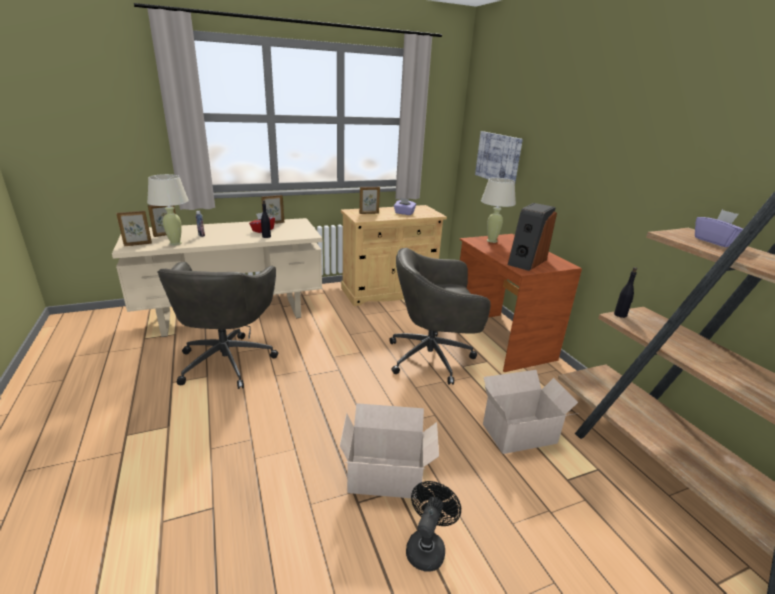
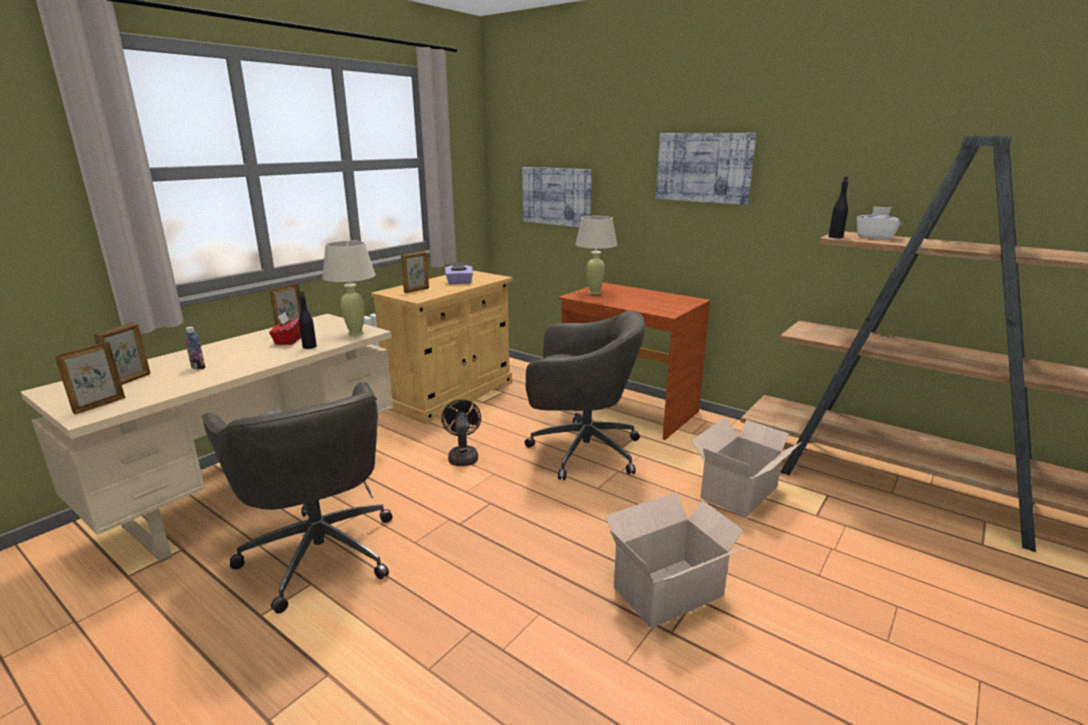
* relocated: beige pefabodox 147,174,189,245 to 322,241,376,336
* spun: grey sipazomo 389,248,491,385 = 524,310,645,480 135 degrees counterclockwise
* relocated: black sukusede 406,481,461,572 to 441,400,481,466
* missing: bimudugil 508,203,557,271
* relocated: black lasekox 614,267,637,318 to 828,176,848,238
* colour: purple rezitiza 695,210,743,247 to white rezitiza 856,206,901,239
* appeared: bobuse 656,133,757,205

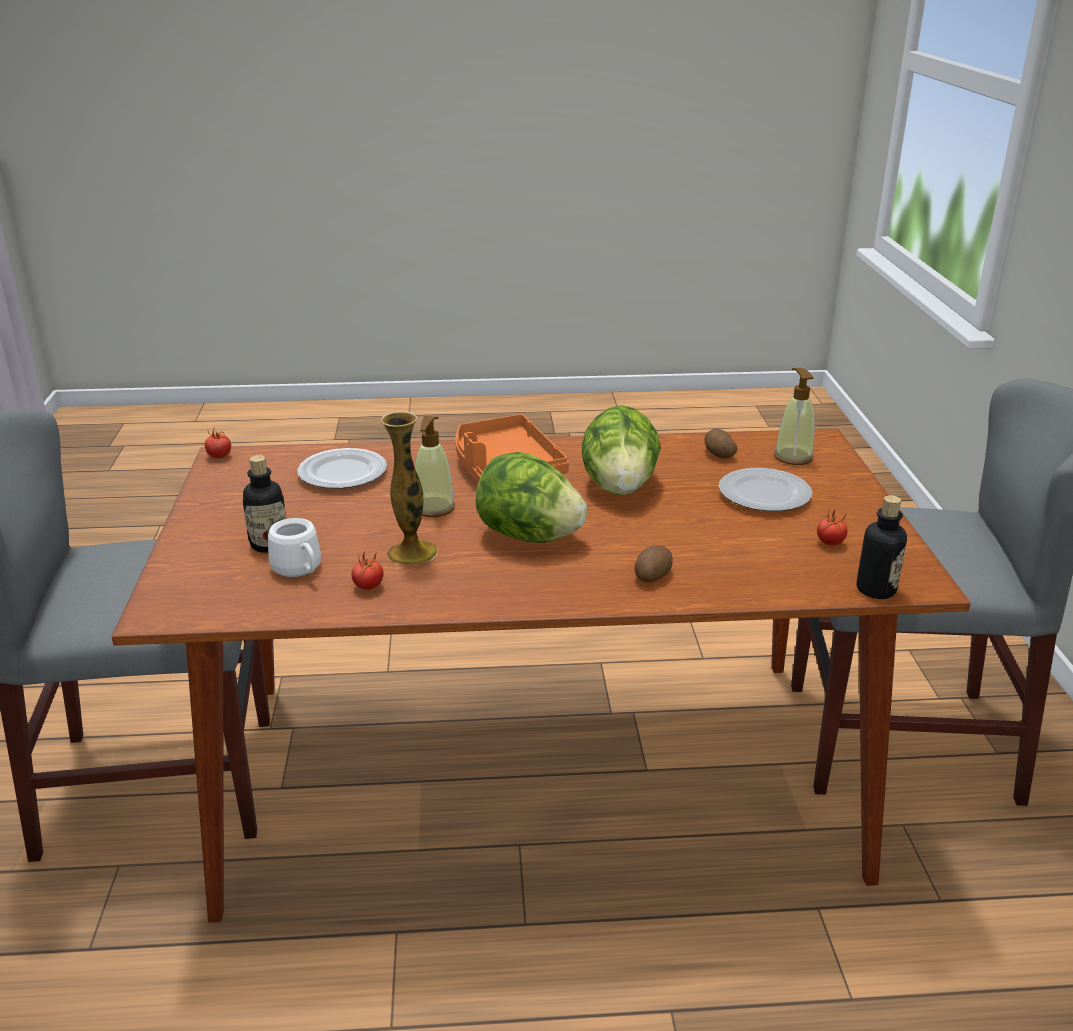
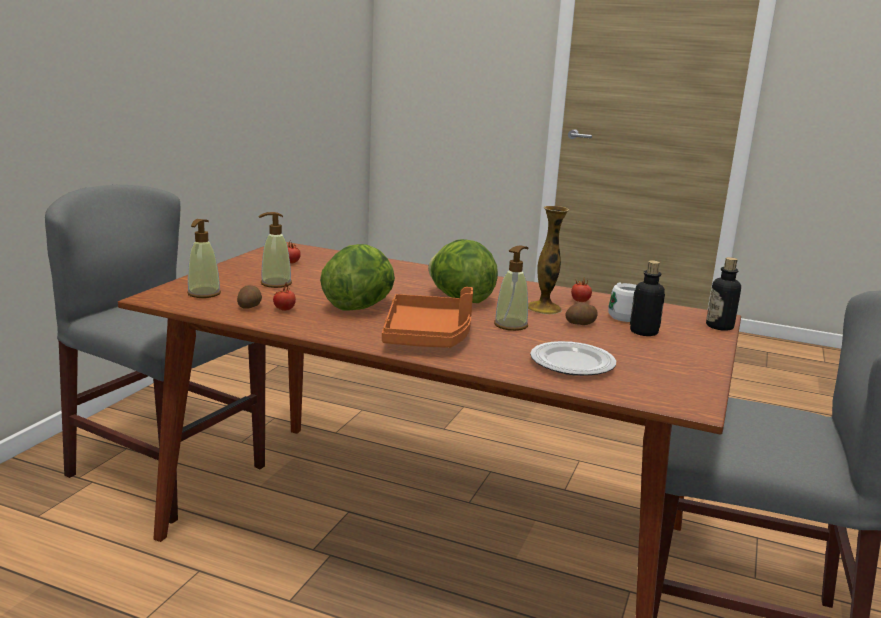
* relocated: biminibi 205,429,231,458 to 273,282,296,311
* relocated: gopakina 634,545,673,582 to 566,302,598,325
* exchanged: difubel 719,468,813,511 to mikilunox 258,212,292,288
* relocated: lasekox 857,495,907,599 to 706,257,741,331

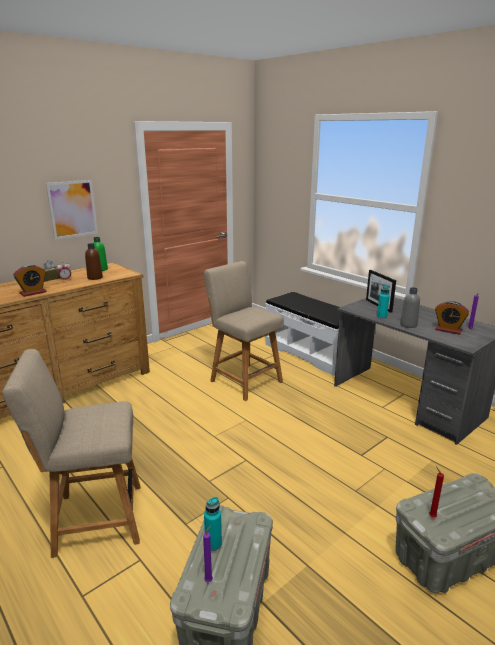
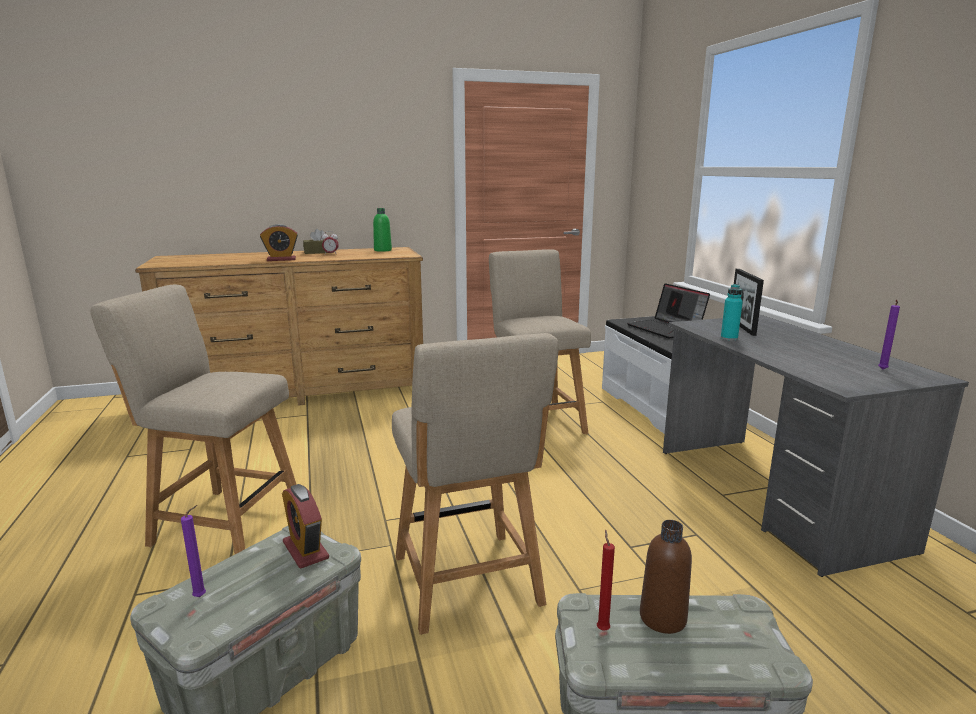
* missing: bobuse 46,180,98,240
* relocated: brown lasekox 85,243,103,280 to 640,520,692,634
* missing: turquoise lasekox 204,497,222,551
* missing: grey lasekox 400,287,420,328
* relocated: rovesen 435,301,469,335 to 282,484,329,569
* appeared: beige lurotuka 392,333,559,635
* appeared: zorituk 627,283,710,338

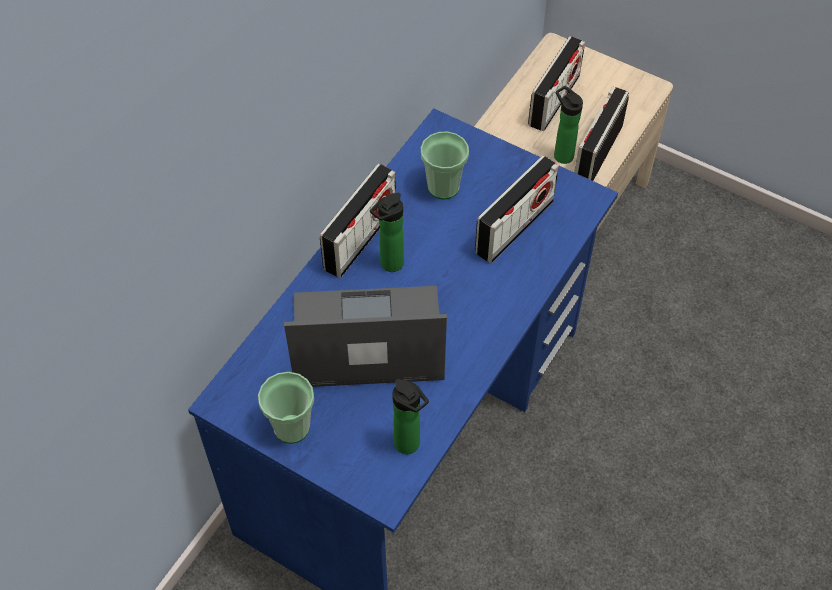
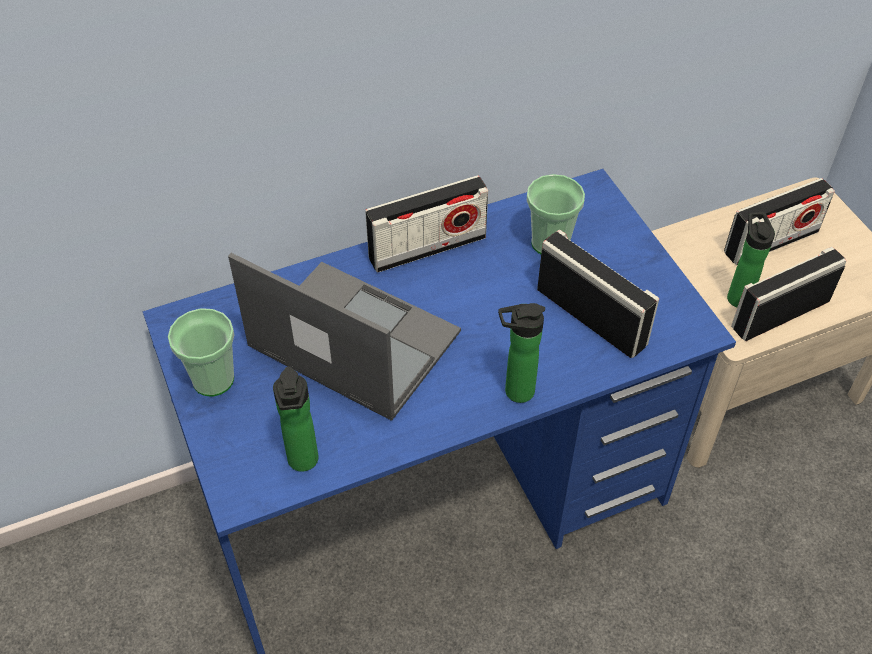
* relocated: lasekox 370,193,404,272 to 498,303,545,403
* spun: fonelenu 475,156,559,263 = 537,230,659,358 120 degrees counterclockwise

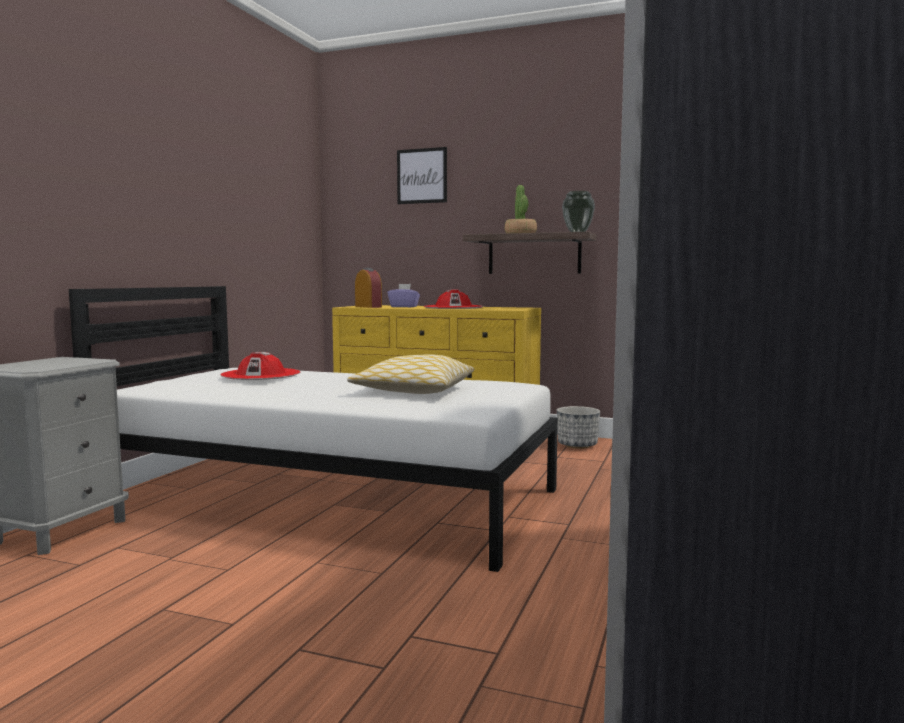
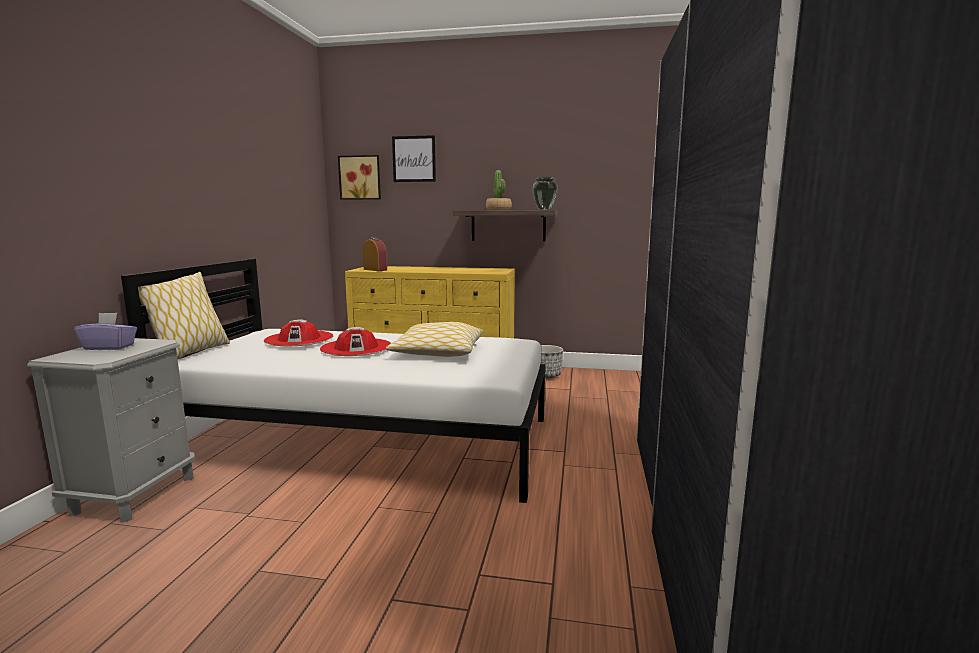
* relocated: purple rezitiza 388,284,420,307 to 74,313,137,350
* relocated: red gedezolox 424,289,484,309 to 320,327,391,356
* appeared: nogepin 138,272,230,359
* appeared: bobuse 338,155,381,200

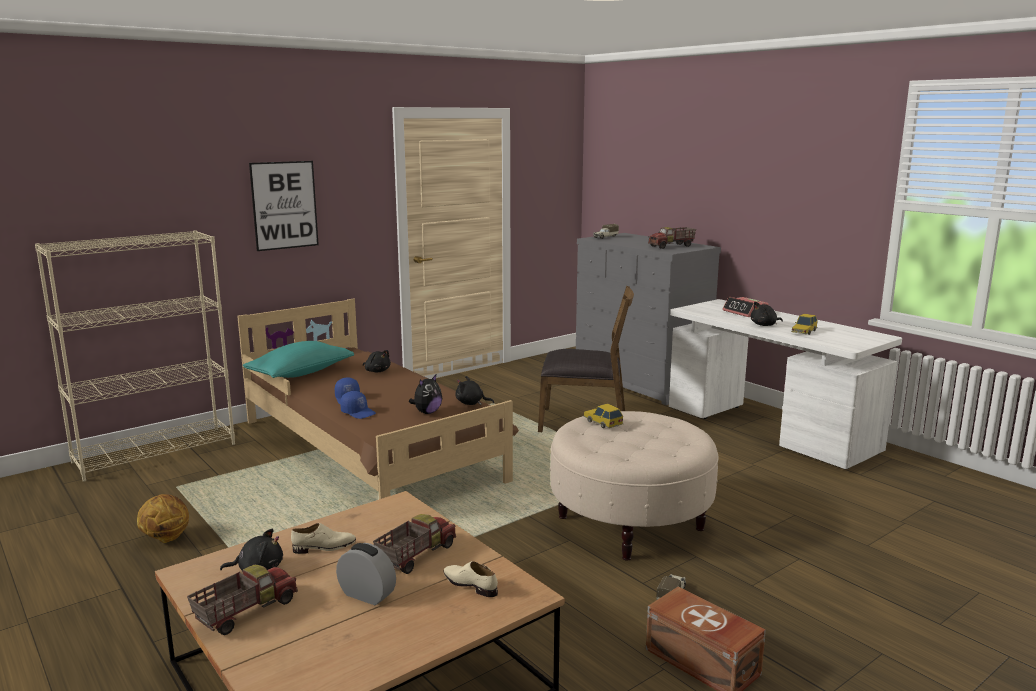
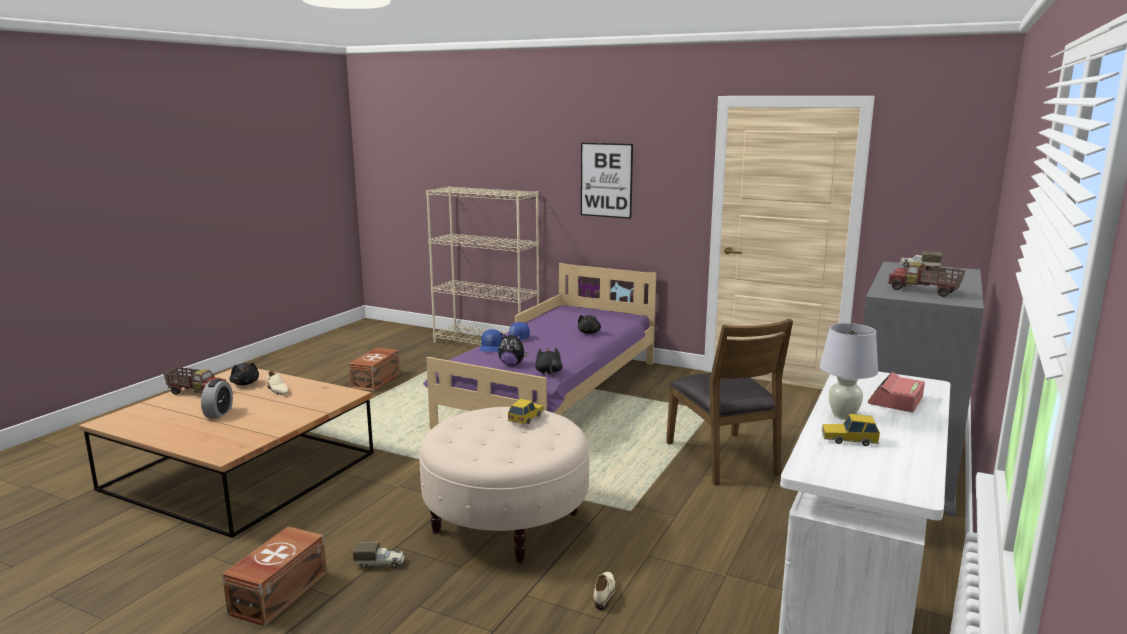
* exchanged: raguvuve 137,494,189,543 to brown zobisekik 349,348,400,391
* colour: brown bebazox 237,298,519,499 to purple bebazox 423,263,656,429
* missing: turquoise nogepin 243,341,354,378
* missing: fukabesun 373,514,456,574
* relocated: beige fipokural 443,561,498,597 to 594,572,615,610
* exchanged: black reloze 751,302,783,326 to white pefabodox 820,323,878,420

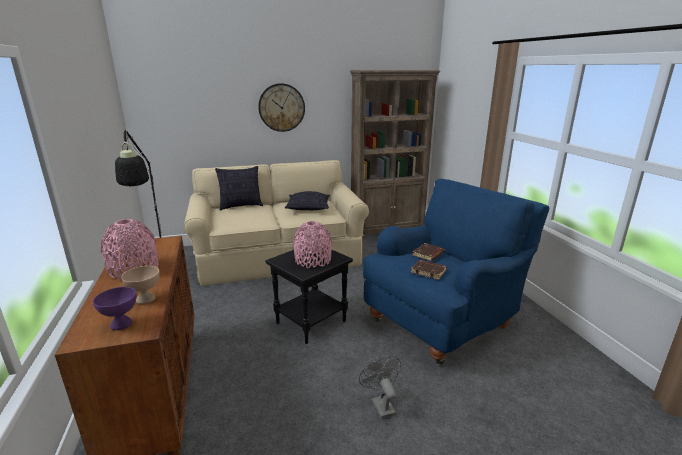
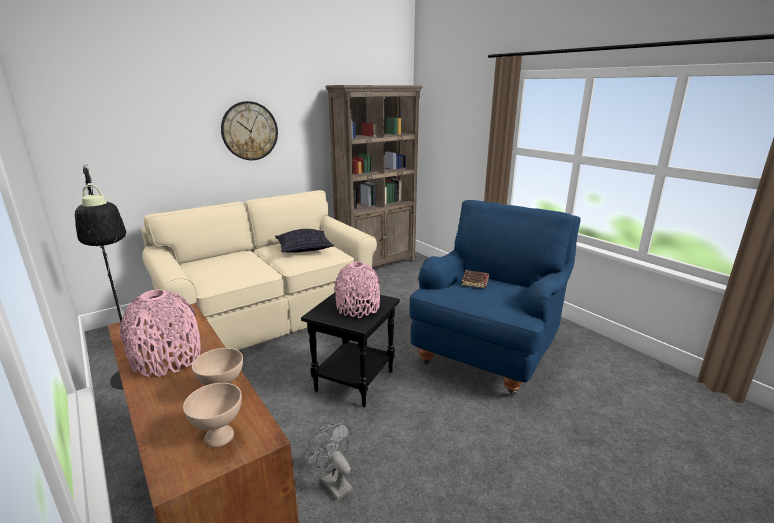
* colour: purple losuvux 93,287,136,330 to beige losuvux 183,383,242,447
* missing: nogepin 215,166,263,210
* relocated: grey sukusede 359,356,401,419 to 303,423,353,501
* missing: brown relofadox 411,260,447,280

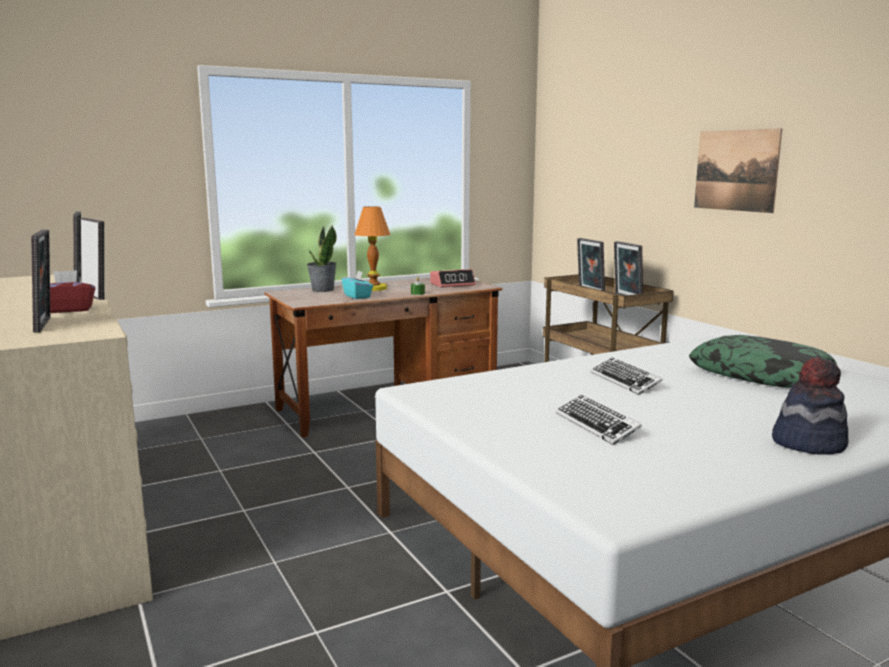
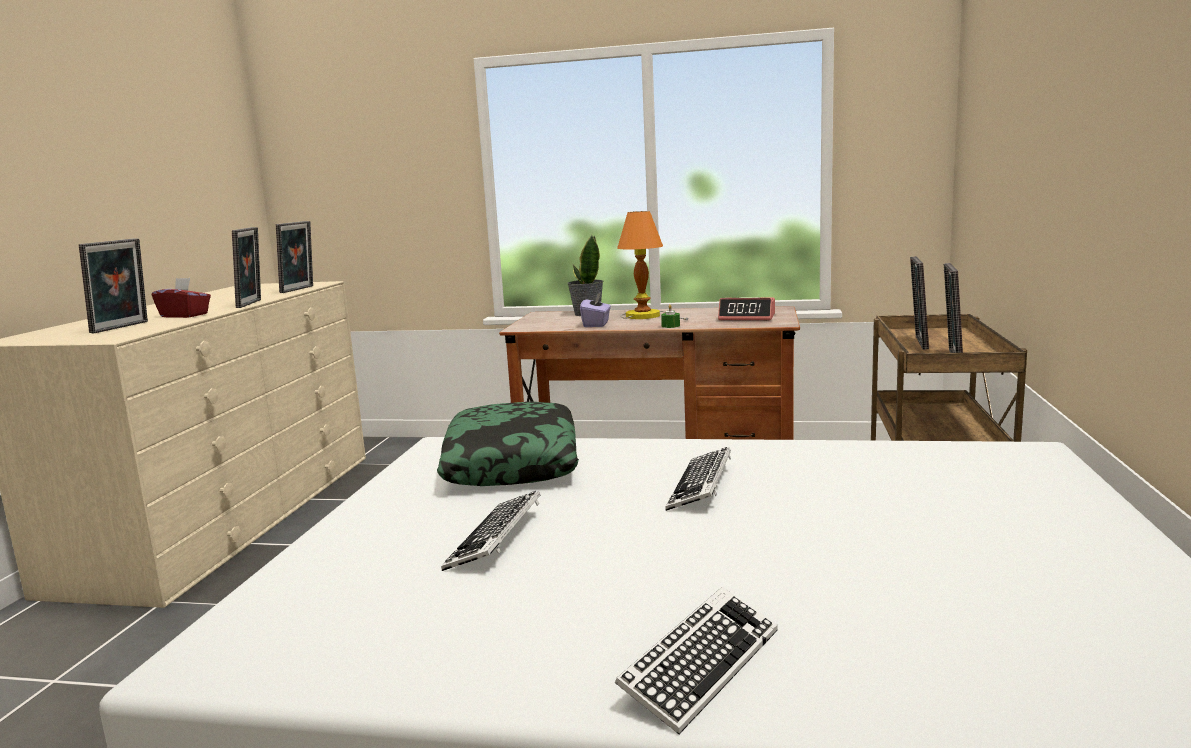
* colour: turquoise rezitiza 342,271,373,299 to purple rezitiza 580,292,611,327
* relocated: nogepin 689,335,837,388 to 437,402,579,486
* missing: bobuse 694,128,782,213
* exchanged: gedezolox 772,357,848,455 to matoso 615,587,778,734

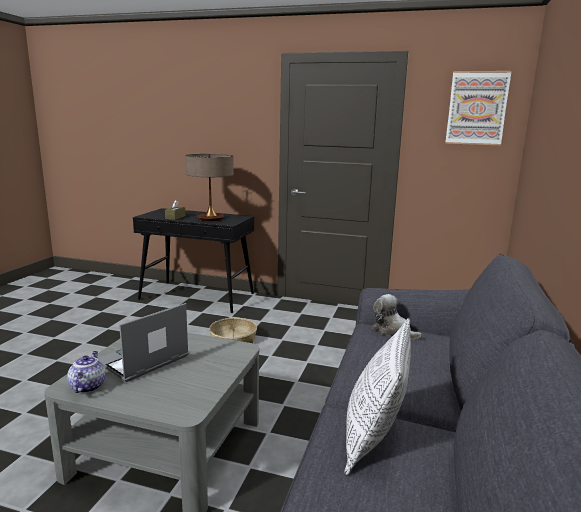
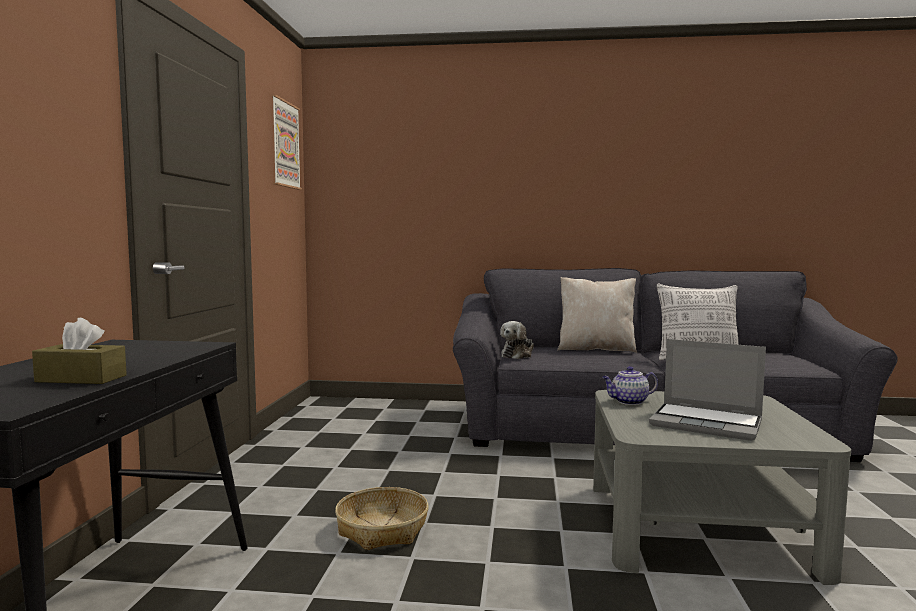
* relocated: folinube 67,351,106,393 to 602,366,658,405
* missing: pefabodox 185,154,234,221
* appeared: beige nogepin 557,277,637,353

